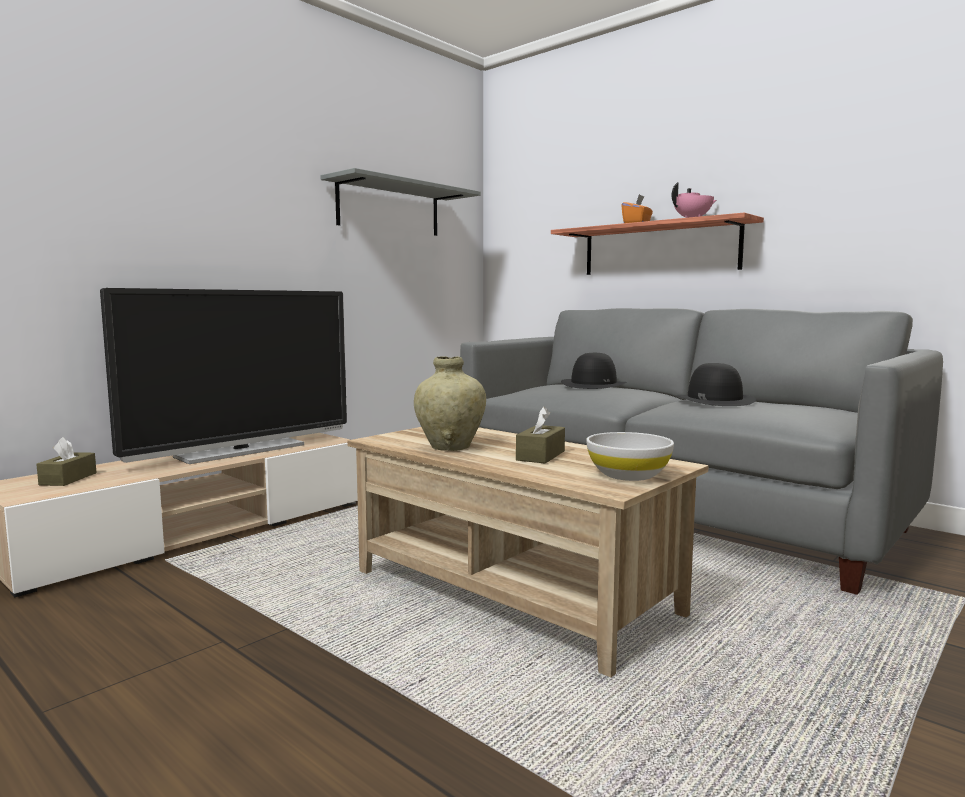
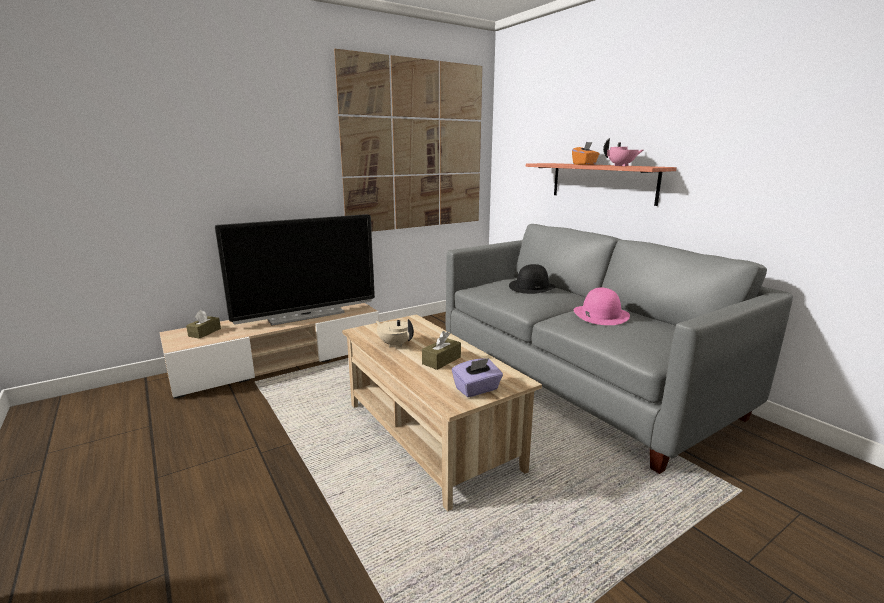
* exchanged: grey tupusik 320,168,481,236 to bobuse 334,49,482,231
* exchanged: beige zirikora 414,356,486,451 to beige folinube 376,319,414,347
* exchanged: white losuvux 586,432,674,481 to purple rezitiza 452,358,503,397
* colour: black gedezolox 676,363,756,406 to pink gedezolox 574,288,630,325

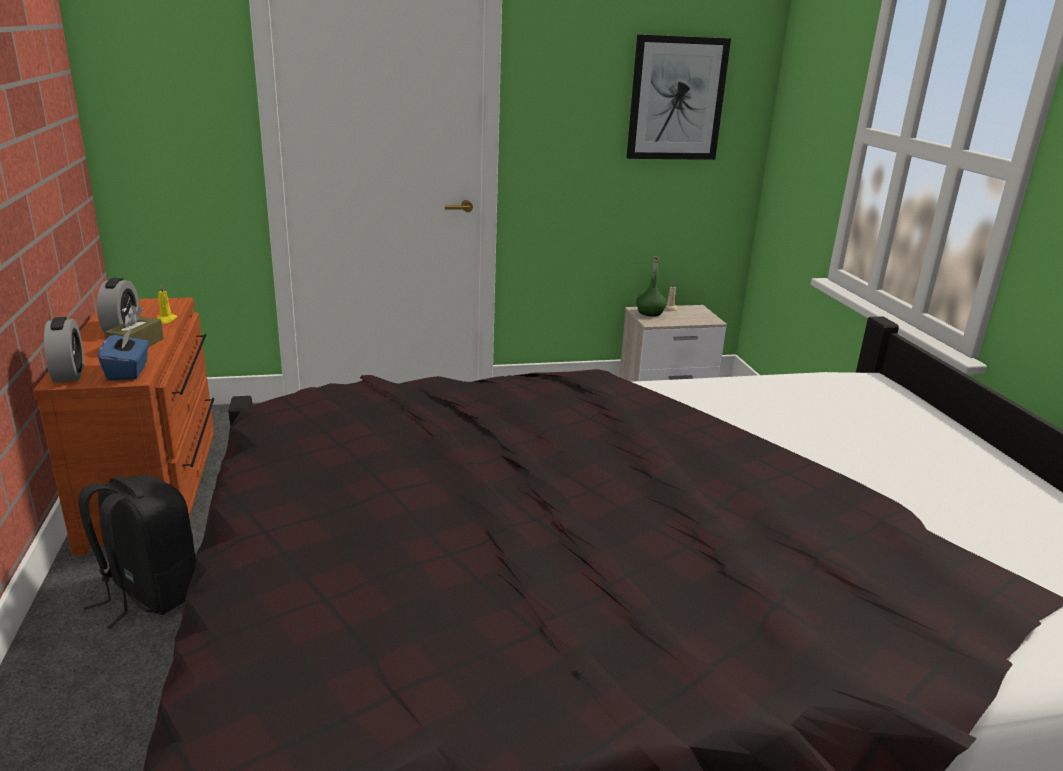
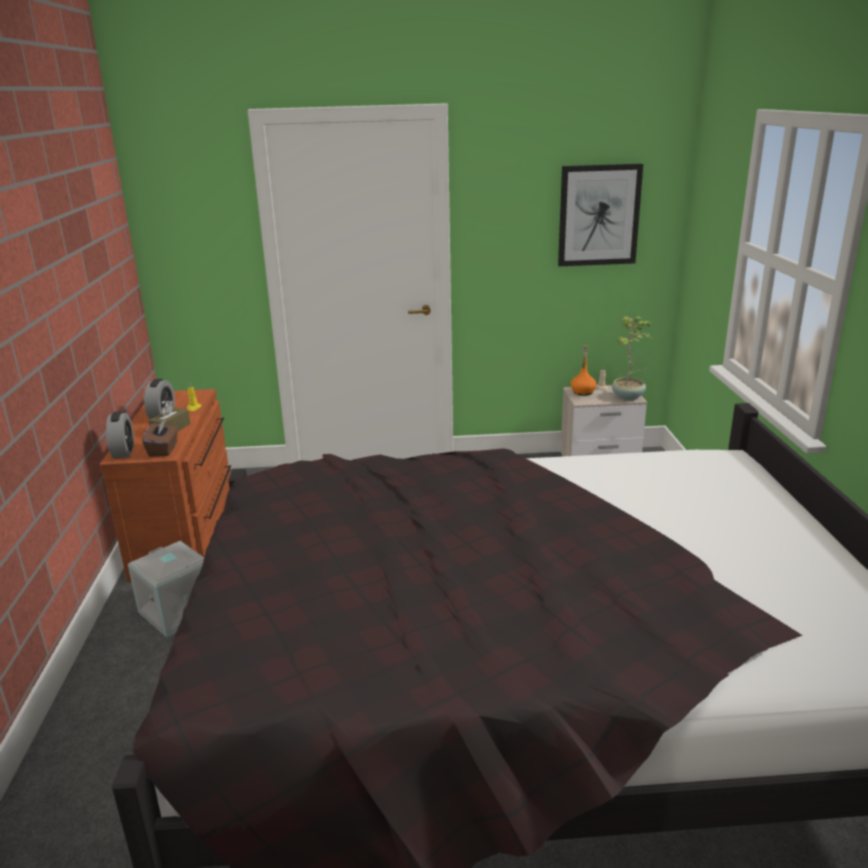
* exchanged: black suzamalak 78,475,196,629 to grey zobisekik 128,541,204,637
* colour: blue rezitiza 98,327,149,380 to brown rezitiza 142,418,178,457
* colour: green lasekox 636,256,667,316 to orange lasekox 571,346,596,396
* appeared: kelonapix 612,316,652,400

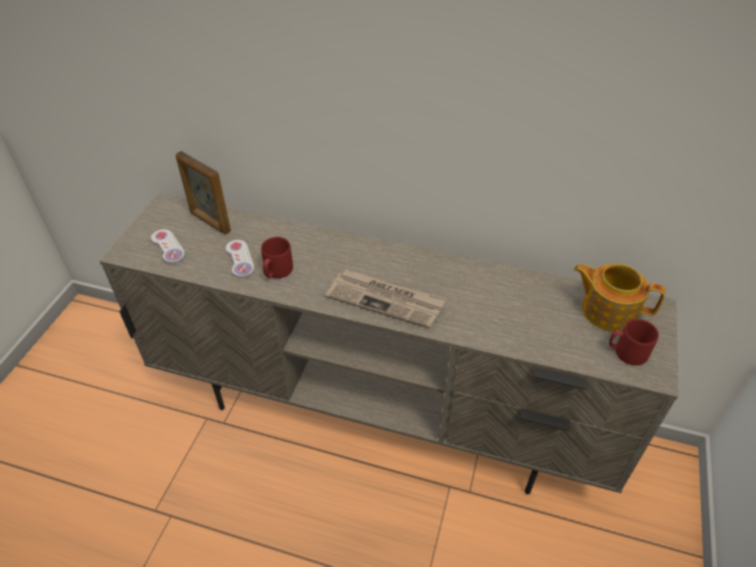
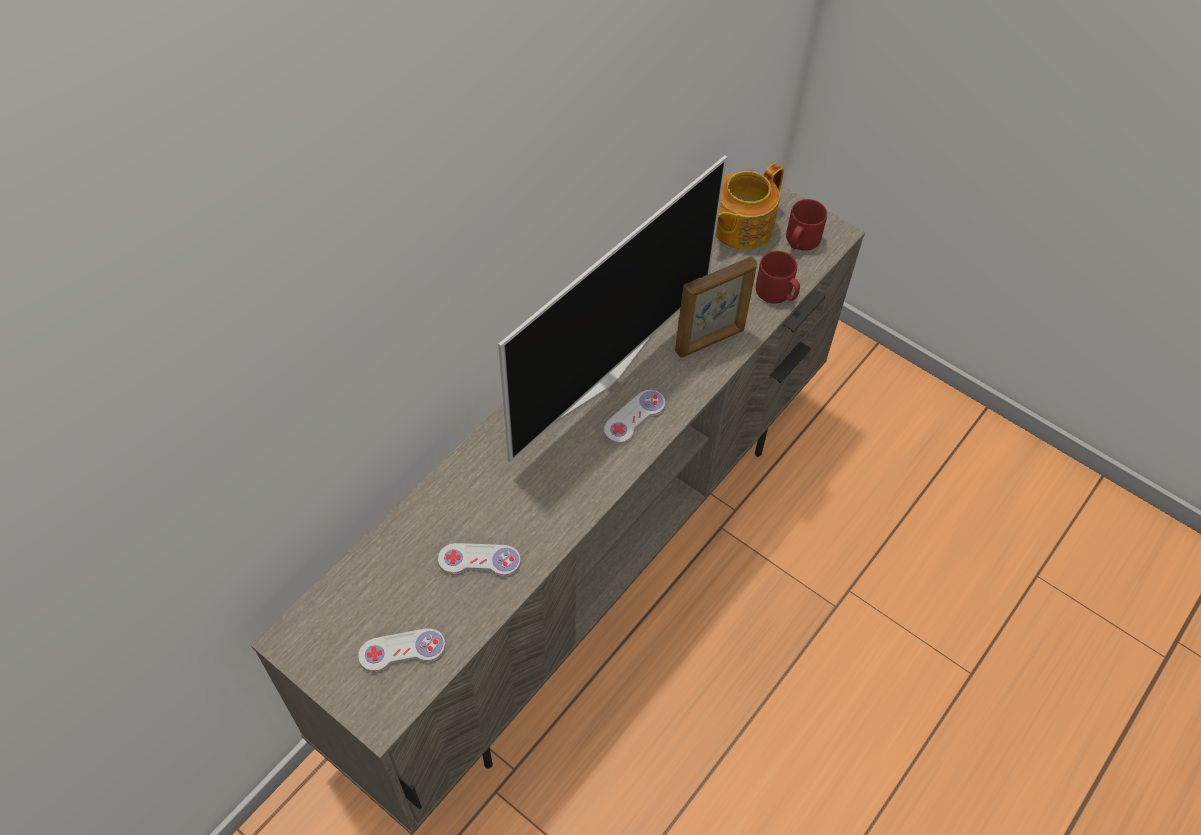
* relocated: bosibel 176,151,231,234 to 675,257,757,357
* relocated: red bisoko 261,237,293,278 to 756,251,800,304
* exchanged: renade 326,269,446,329 to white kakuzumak 604,390,665,445
* appeared: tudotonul 498,155,727,462

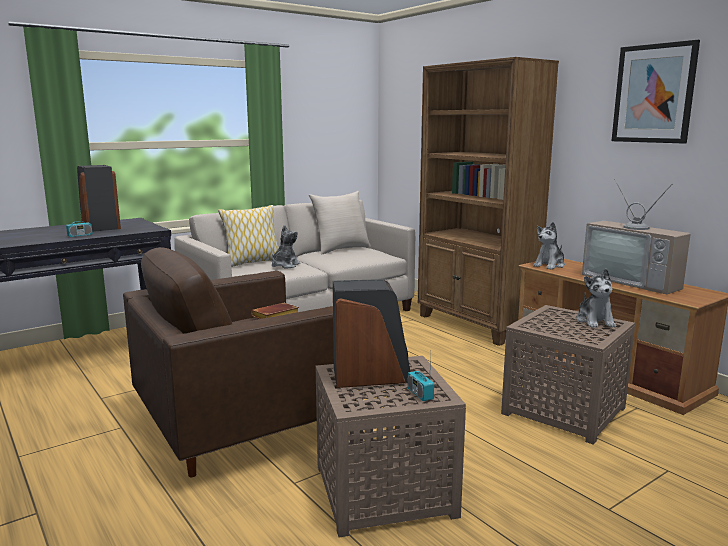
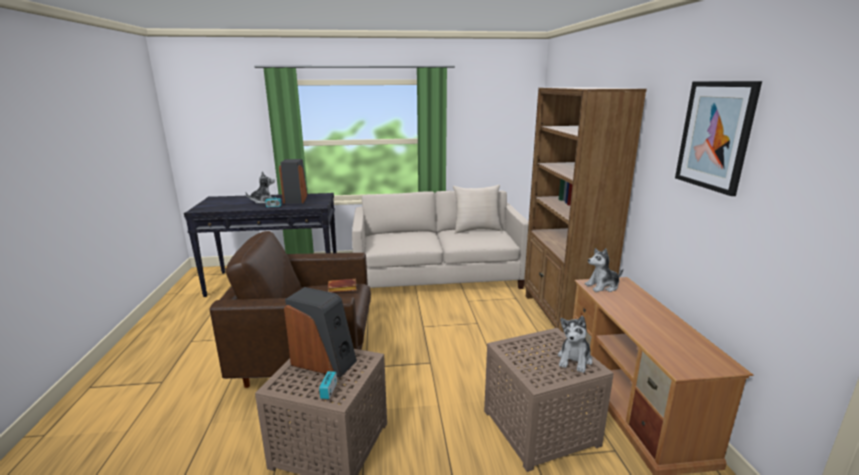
* missing: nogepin 218,205,279,267
* relocated: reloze 272,225,300,269 to 245,171,275,204
* missing: tudotonul 582,179,691,294

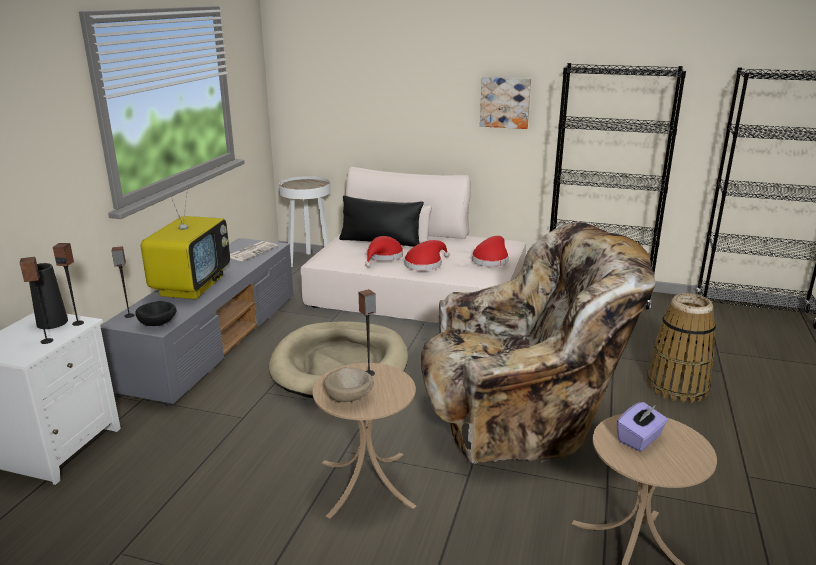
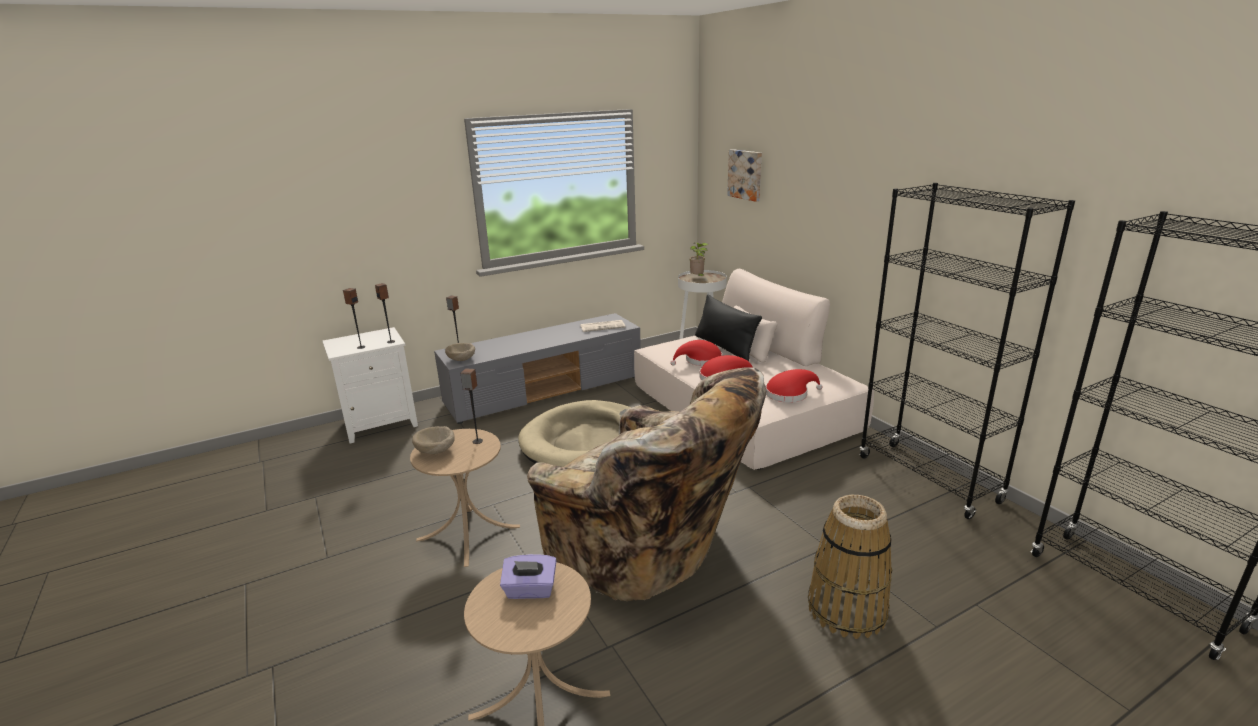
* missing: black zirikora 29,263,68,329
* colour: black losuvux 135,301,176,326 to beige losuvux 445,343,475,361
* missing: tudotonul 141,187,230,299
* relocated: bobuse 480,77,531,129 to 727,149,762,202
* appeared: kelonapix 689,243,709,276

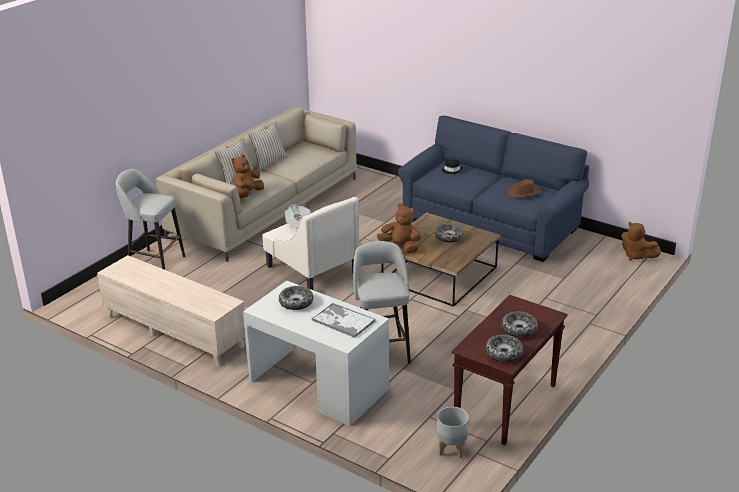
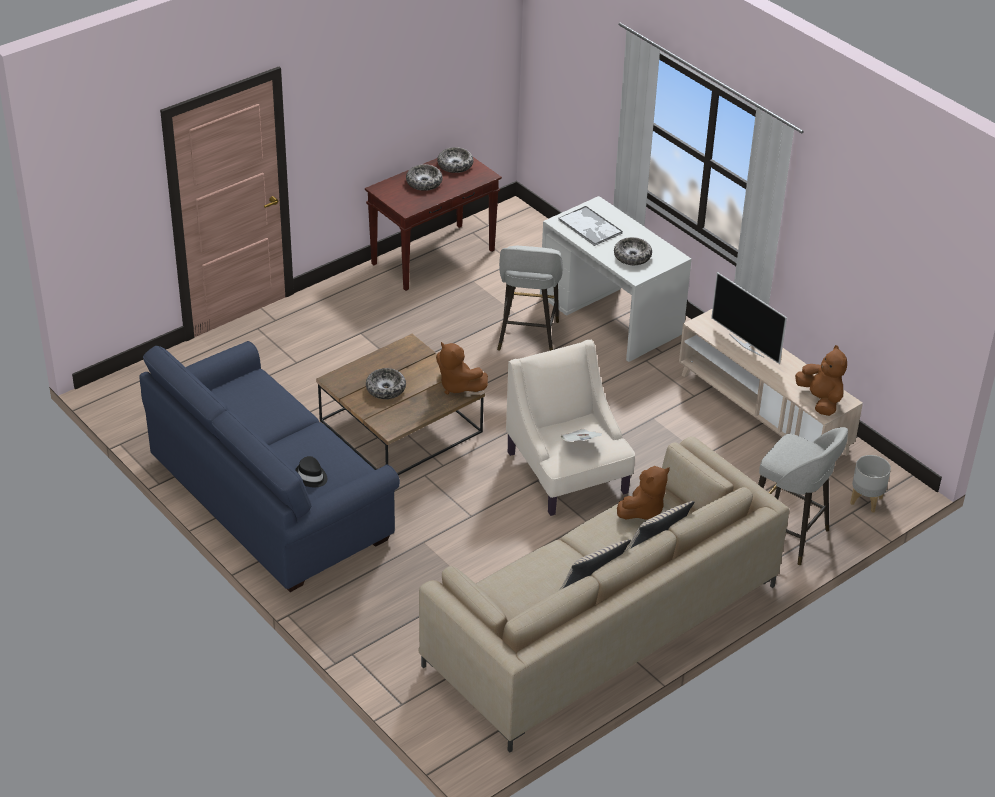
* relocated: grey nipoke 437,407,469,458 to 850,455,891,513
* missing: brown gedezolox 507,179,541,198
* relocated: brown reloze 621,222,661,261 to 795,345,847,416
* appeared: tudotonul 711,272,787,364

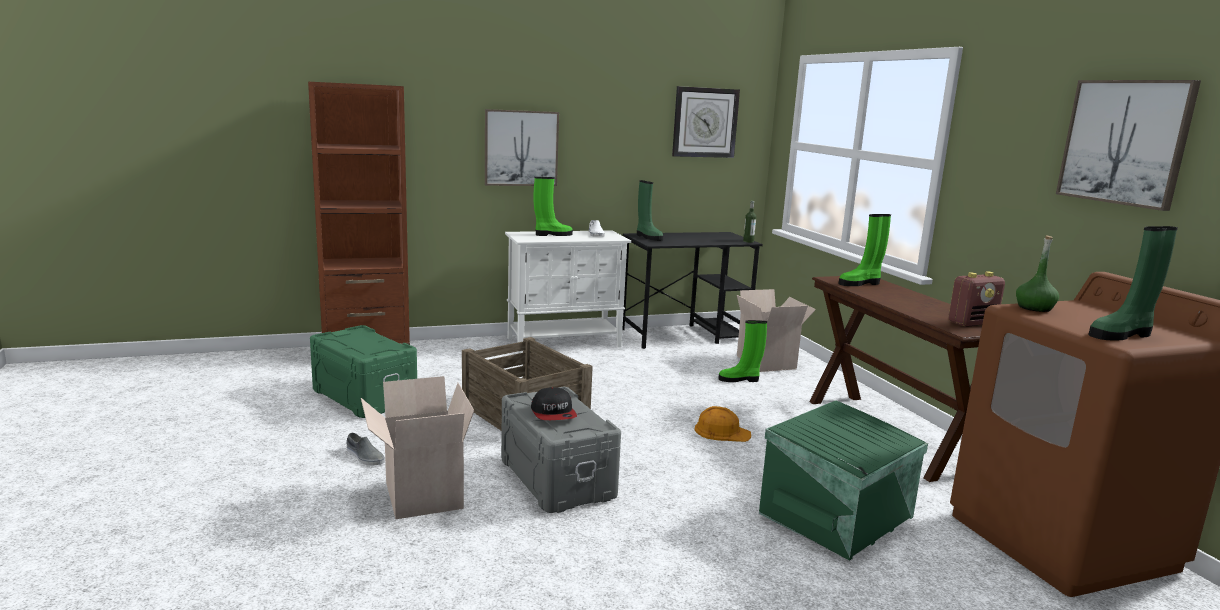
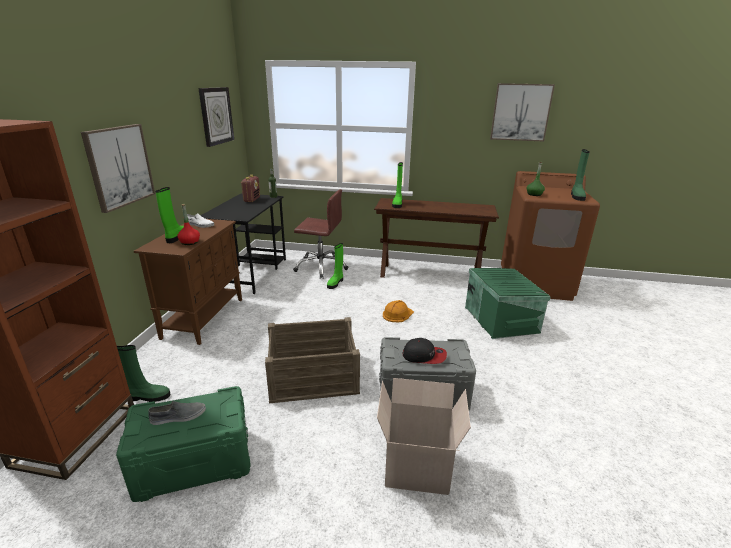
* relocated: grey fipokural 346,433,385,466 to 148,401,206,425
* colour: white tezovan 505,230,631,354 to brown tezovan 134,219,242,345
* relocated: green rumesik 637,180,663,241 to 117,345,170,402
* exchanged: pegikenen 737,289,816,372 to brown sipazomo 293,189,349,279
* relocated: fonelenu 949,271,1005,327 to 241,175,260,202
* appeared: red lasekox 178,204,200,245

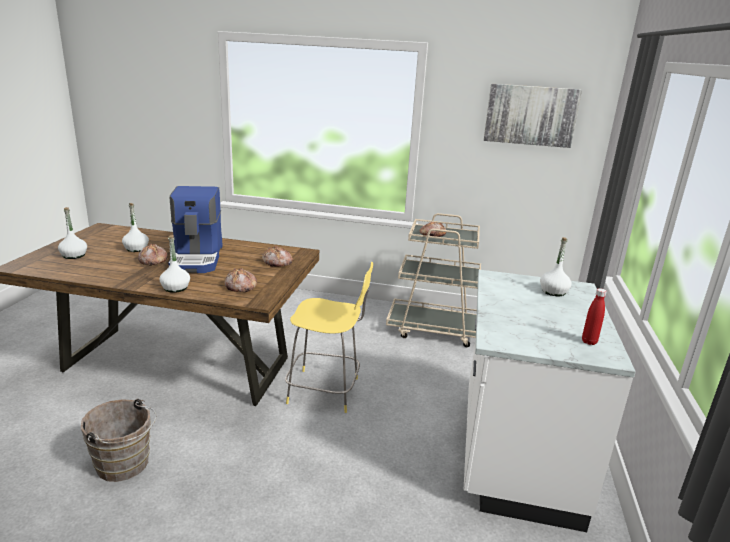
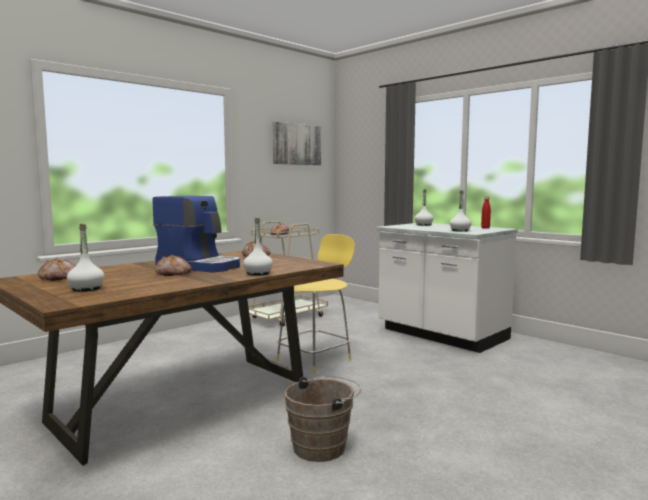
* relocated: white lasekox 122,203,149,252 to 450,190,471,232
* relocated: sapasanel 225,268,257,292 to 38,258,76,281

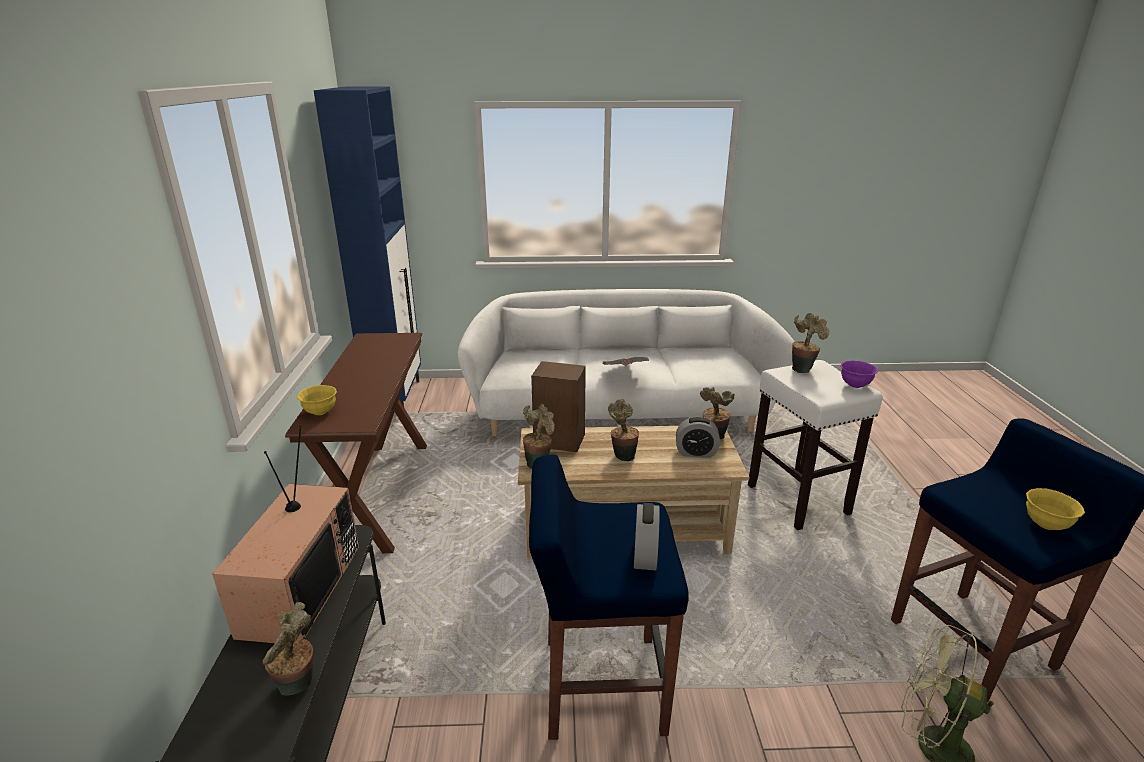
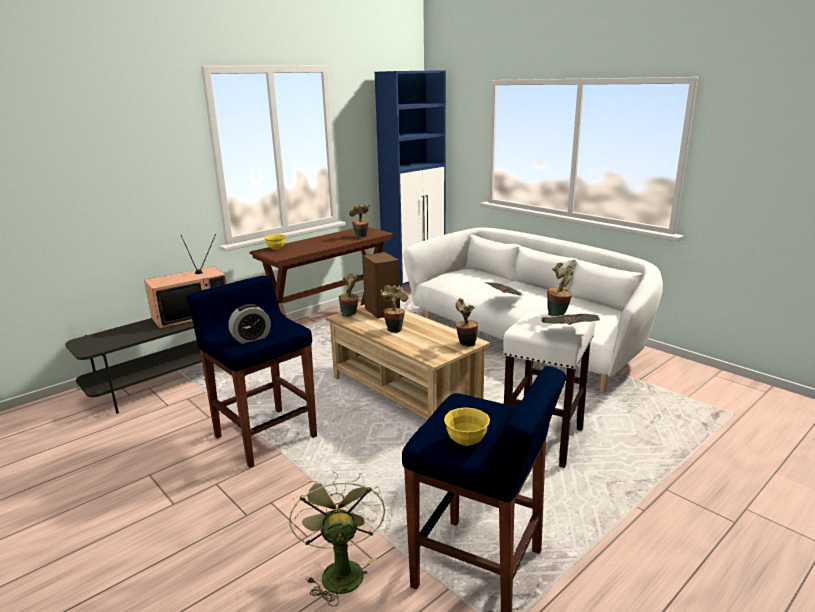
* relocated: kelonapix 263,602,313,696 to 349,204,370,238
* missing: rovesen 676,417,720,458
* exchanged: purple losuvux 840,361,878,388 to renade 541,314,600,325

